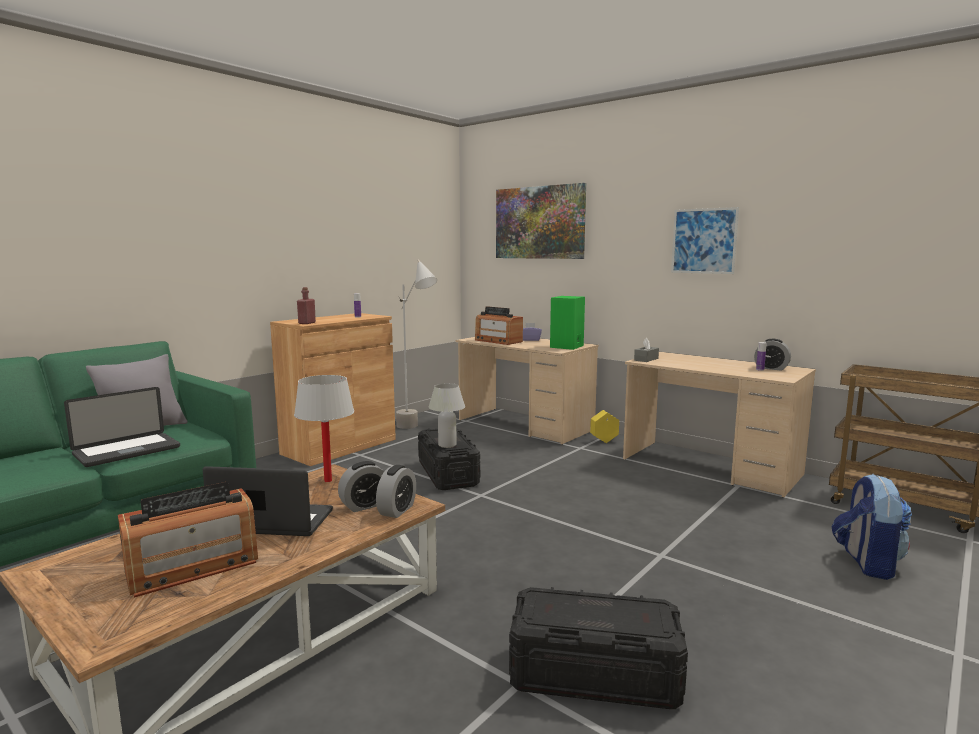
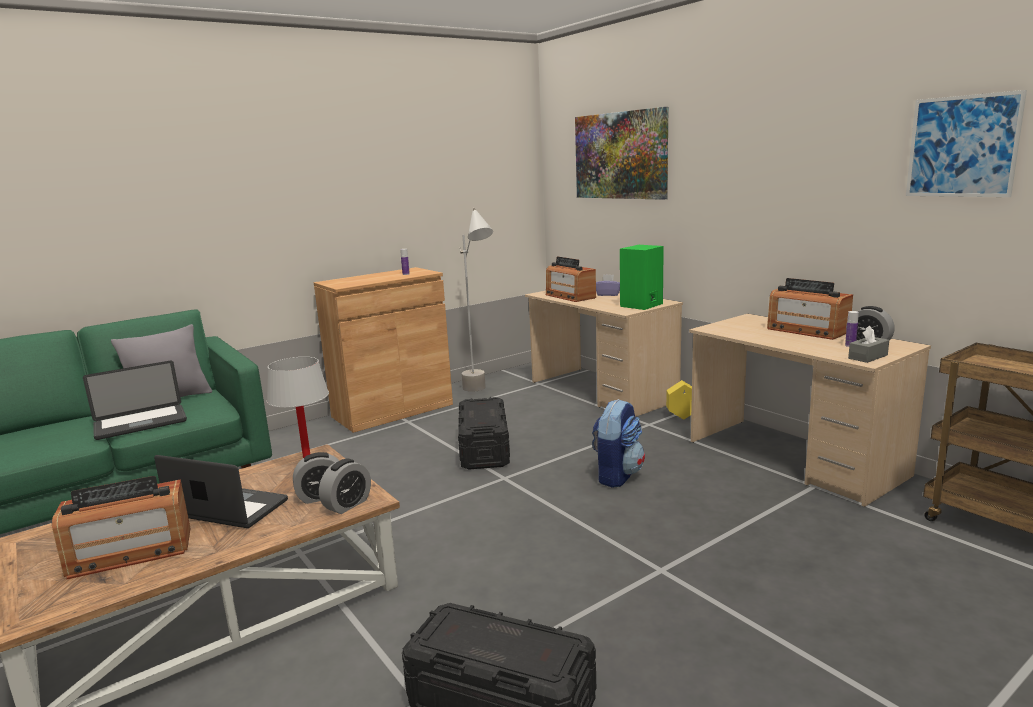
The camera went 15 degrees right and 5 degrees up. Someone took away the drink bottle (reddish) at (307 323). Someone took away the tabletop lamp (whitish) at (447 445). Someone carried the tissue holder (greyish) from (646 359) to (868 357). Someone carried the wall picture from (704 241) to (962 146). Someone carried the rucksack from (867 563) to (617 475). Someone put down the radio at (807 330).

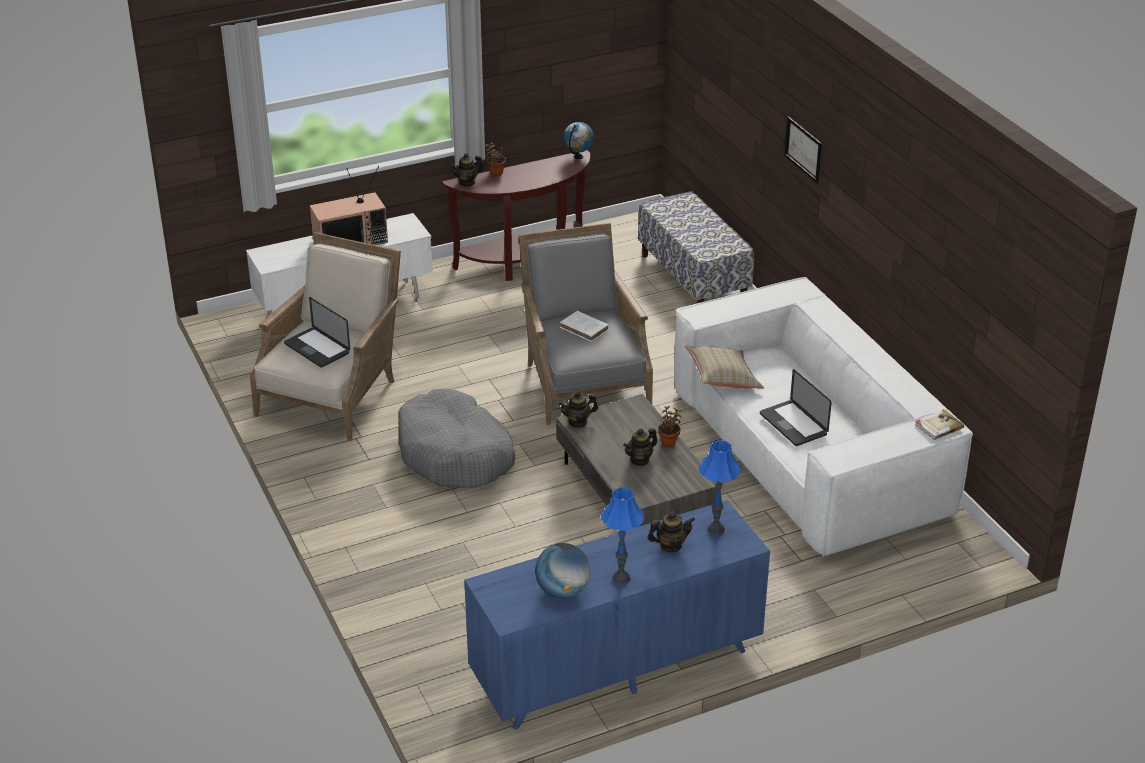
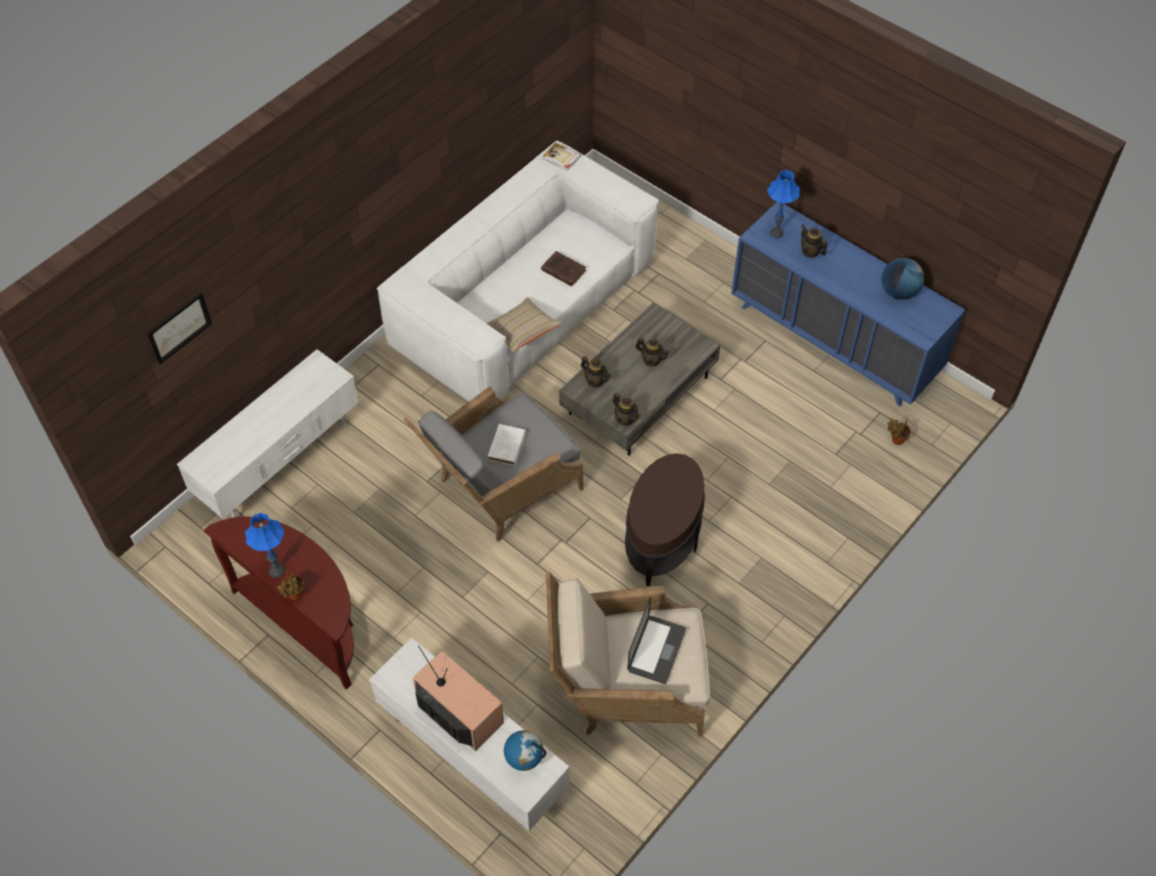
The camera went 115 degrees left and 20 degrees up. Someone swapped the pet bed (greyish) at (455 454) for the side table (brown-coloured) at (662 539). Someone carried the pot for tea from (467 182) to (595 381). Someone carried the world globe from (578 157) to (524 761). Someone carried the tabletop lamp (blue) from (621 578) to (276 570). Someone swapped the indoor bench at (693 278) for the media console (whitish) at (281 464). Someone carried the potted plant from (669 442) to (896 440). Someone swapped the laptop at (793 424) for the volume (brown-coloured) at (562 270). Someone carried the wall picture from (803 149) to (179 328).

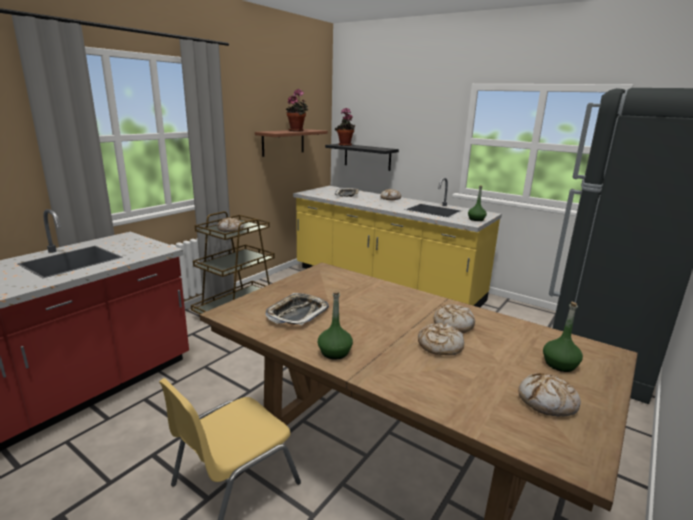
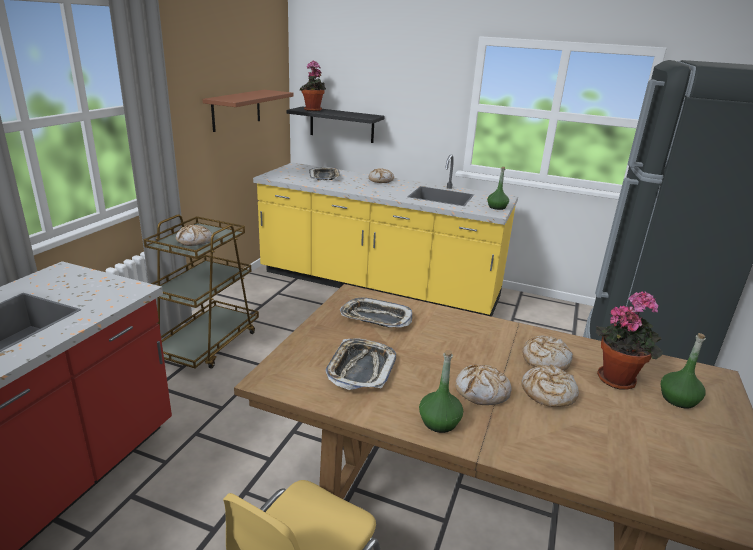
The camera went 15 degrees left and 5 degrees up. Someone carried the potted plant from (297 131) to (618 378). Someone carried the bread from (547 401) to (482 391). Someone put down the tray at (375 318).

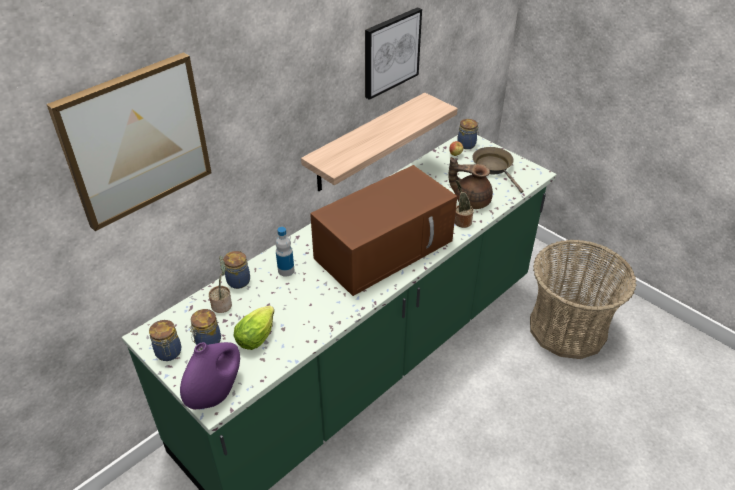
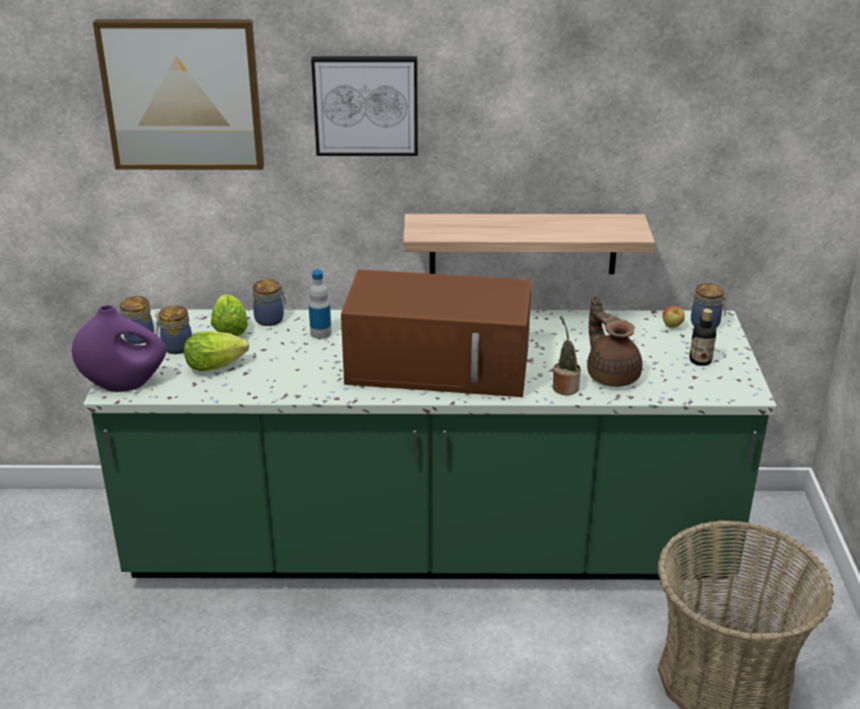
The camera went 45 degrees right and 10 degrees down. Someone swapped the potted plant at (222 304) for the head of lettuce at (229 329). Someone carried the wall picture from (391 52) to (366 105). Someone swapped the frying pan (brown-coloured) at (494 167) for the drink bottle at (700 360).

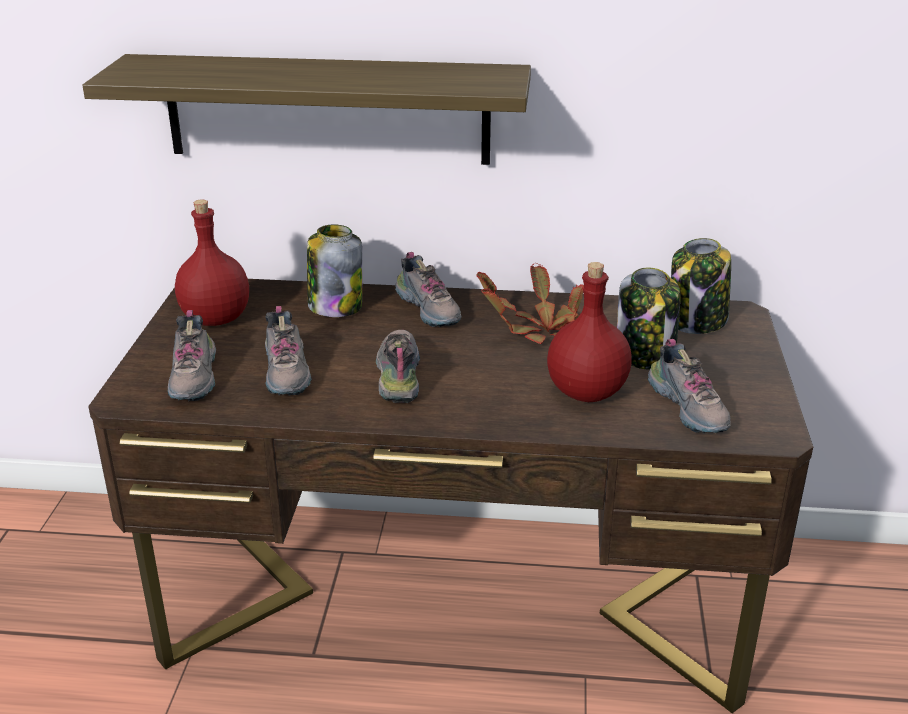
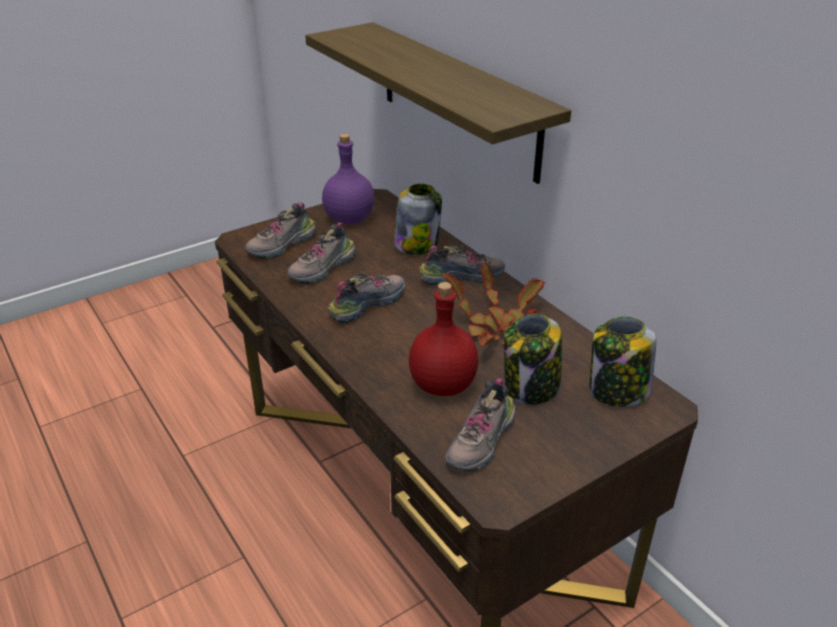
The camera went 50 degrees right and 5 degrees up. Someone repainted the drink bottle (reddish) at (214 319), which became the drink bottle (purplish) at (348 218). Someone rotated the low shoe at (430 309) by 120 degrees counterclockwise.

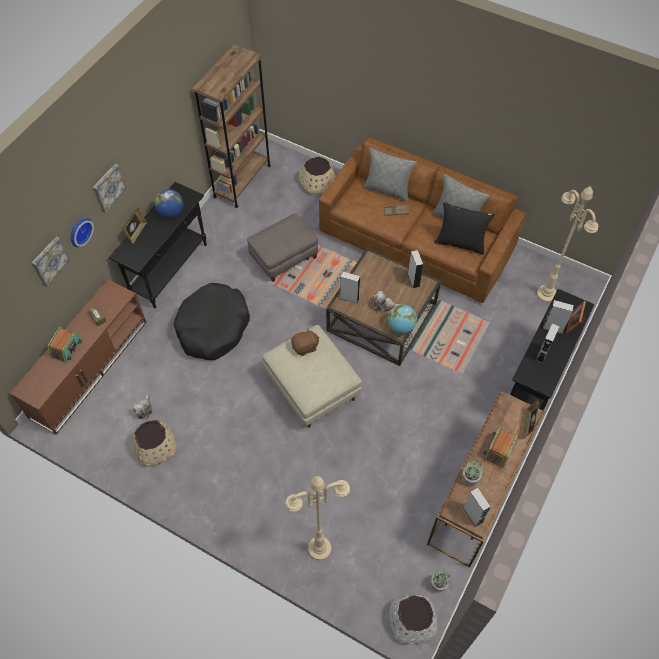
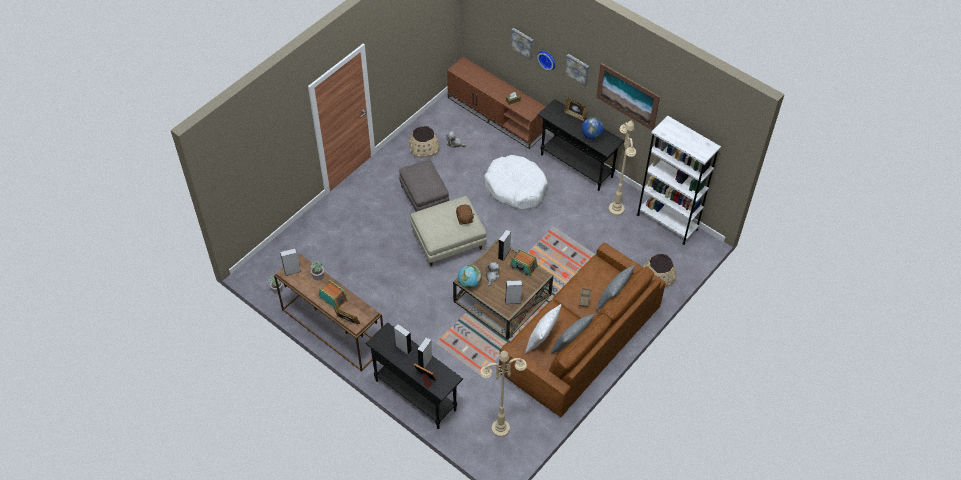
The camera went 100 degrees right and 5 degrees down. Someone carried the radio from (67 348) to (523 266). Someone repainted the pet bed (blackish) at (213 327), which became the pet bed (whitish) at (515 187). Someone repainted the bookcase (brown-coloured) at (242 181), which became the bookcase (whitish) at (667 222). Someone carried the ottoman (greyish) from (284 256) to (424 197). Someone carried the floor lamp (sand-coloured) from (320 548) to (616 209). Someone took away the flower pot (whitish) at (412 620). Someone repainted the cushion (blackish) at (460 242), which became the cushion (whitish) at (542 339). Someone put up the wall picture at (627 96).

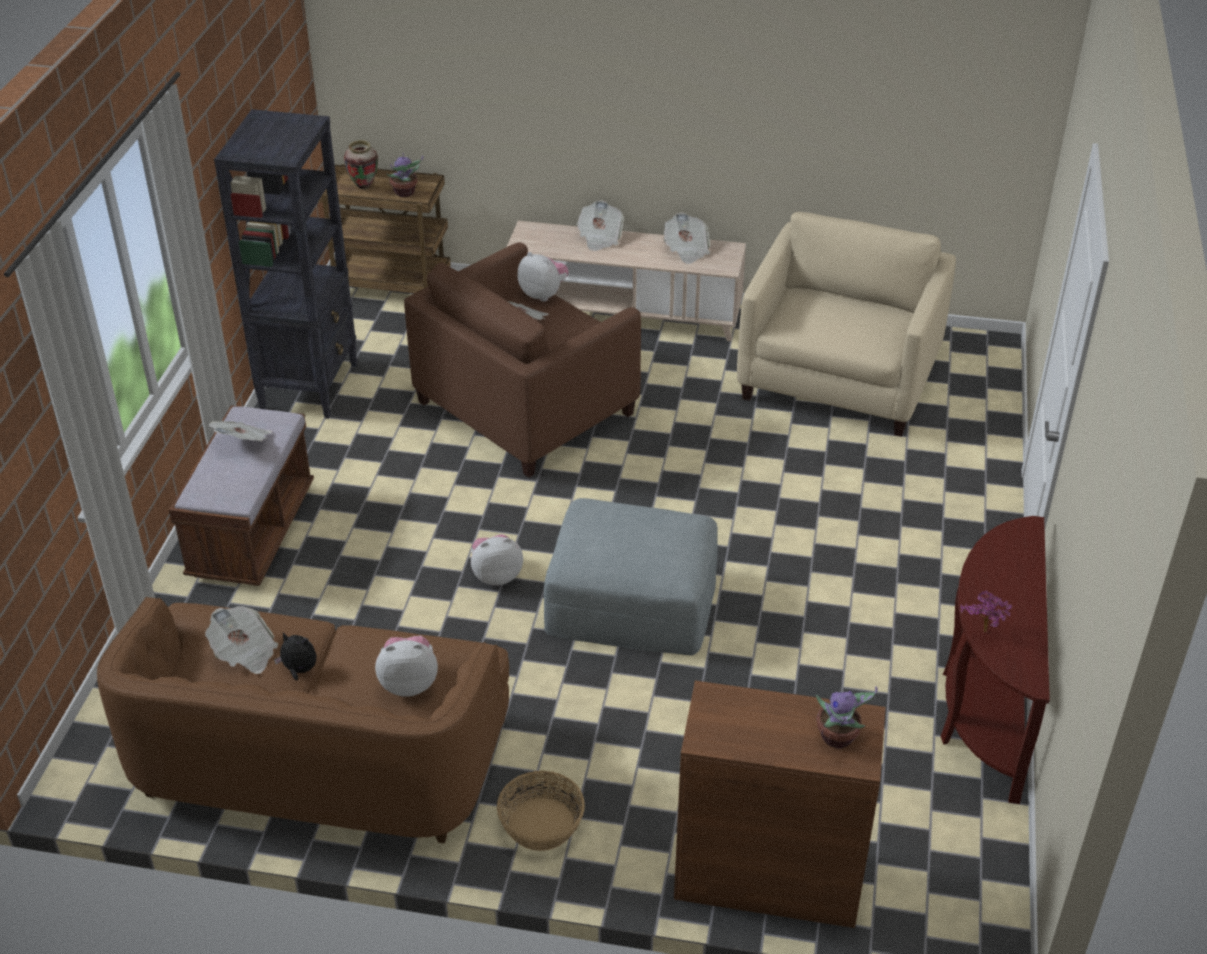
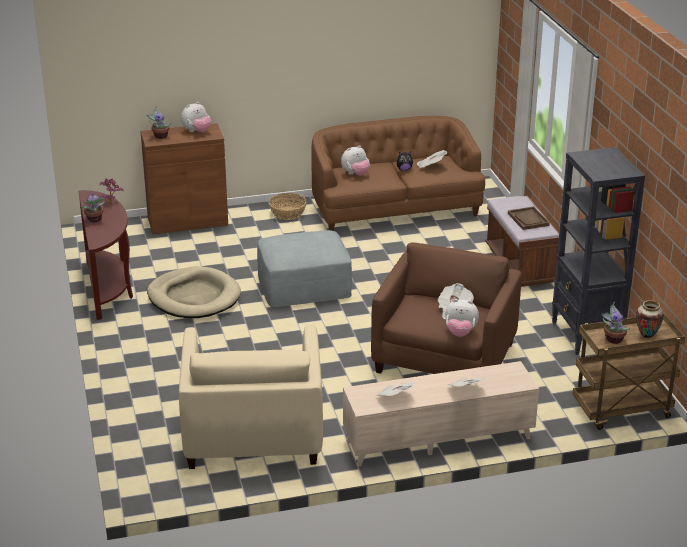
The camera went 155 degrees right and 10 degrees down. Someone swapped the printed paper at (244 442) for the tray (brown-coloured) at (528 219). Someone carried the plush toy from (496 575) to (197 131). Someone put down the potted plant at (94 220). Someone put down the pet bed (sand-coloured) at (194 297).

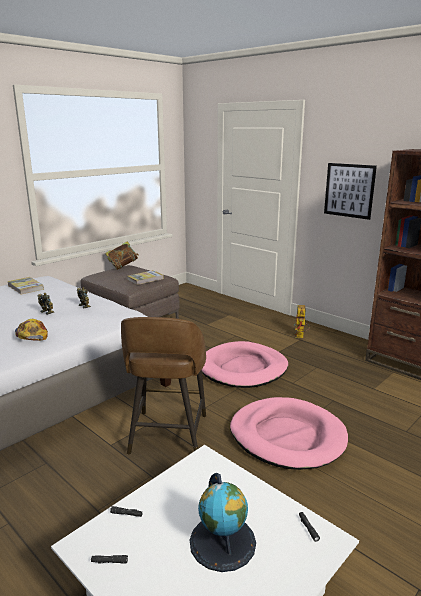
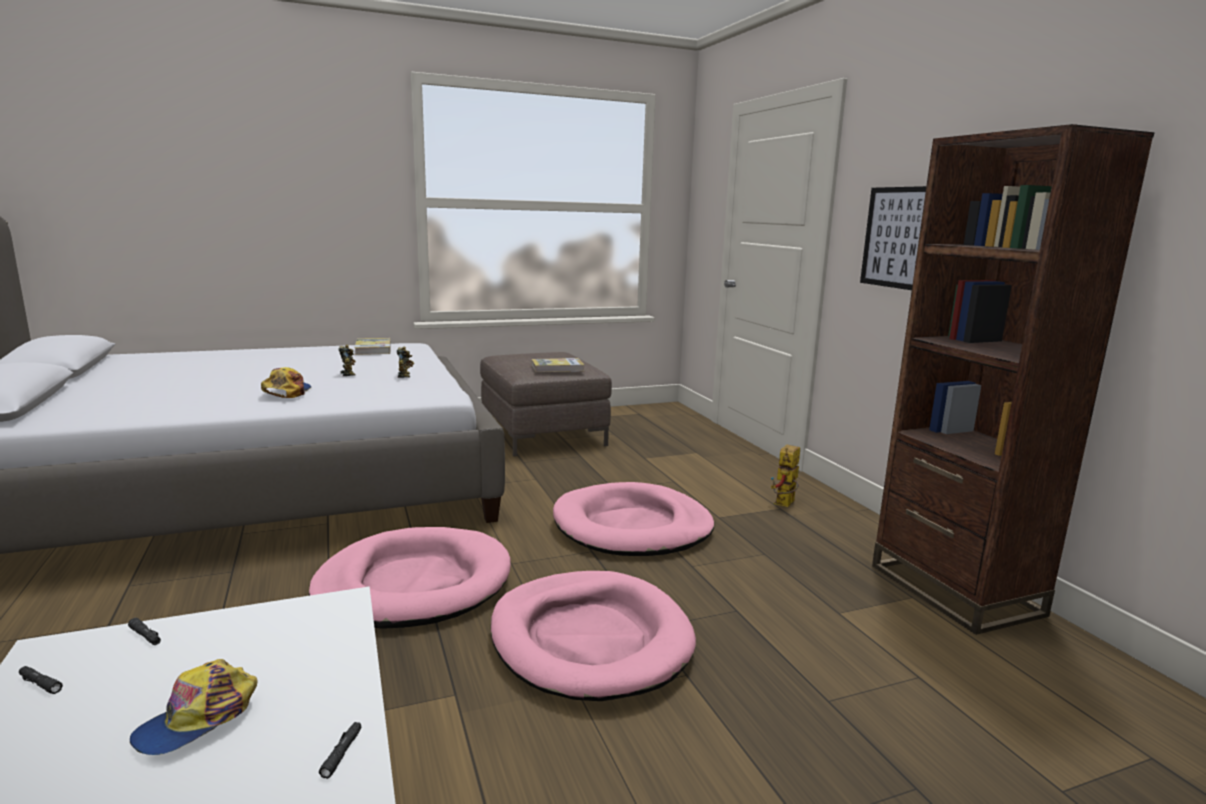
The camera went 25 degrees right and 5 degrees down. Someone took away the volume at (123 266). Someone swapped the stool seat (brown-coloured) at (167 435) for the pet bed (pinkish) at (414 584). Someone swapped the world globe at (223 542) for the baseball cap at (199 719).

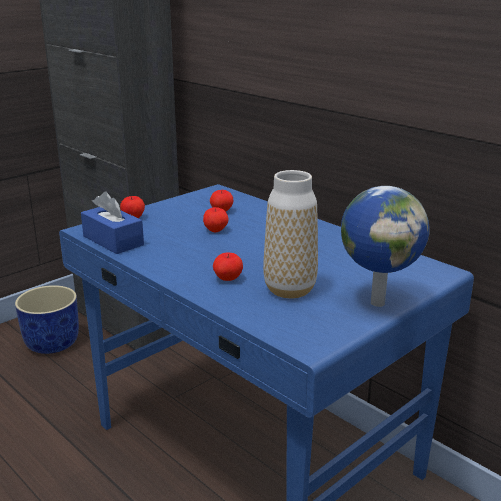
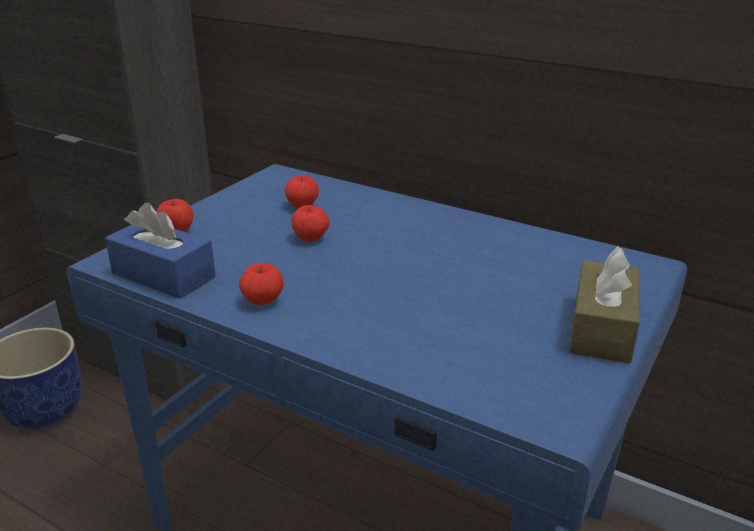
The camera went 15 degrees left and 5 degrees up. Someone carried the apple from (227 279) to (262 301). Someone took away the vase at (289 289). Someone swapped the world globe at (377 302) for the tissue holder (brown-coloured) at (601 328).

